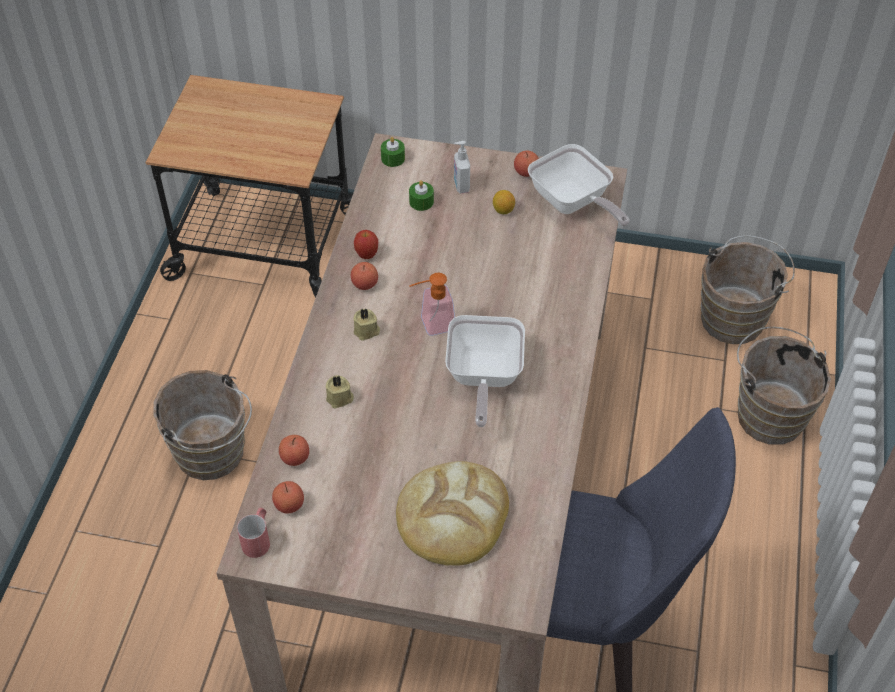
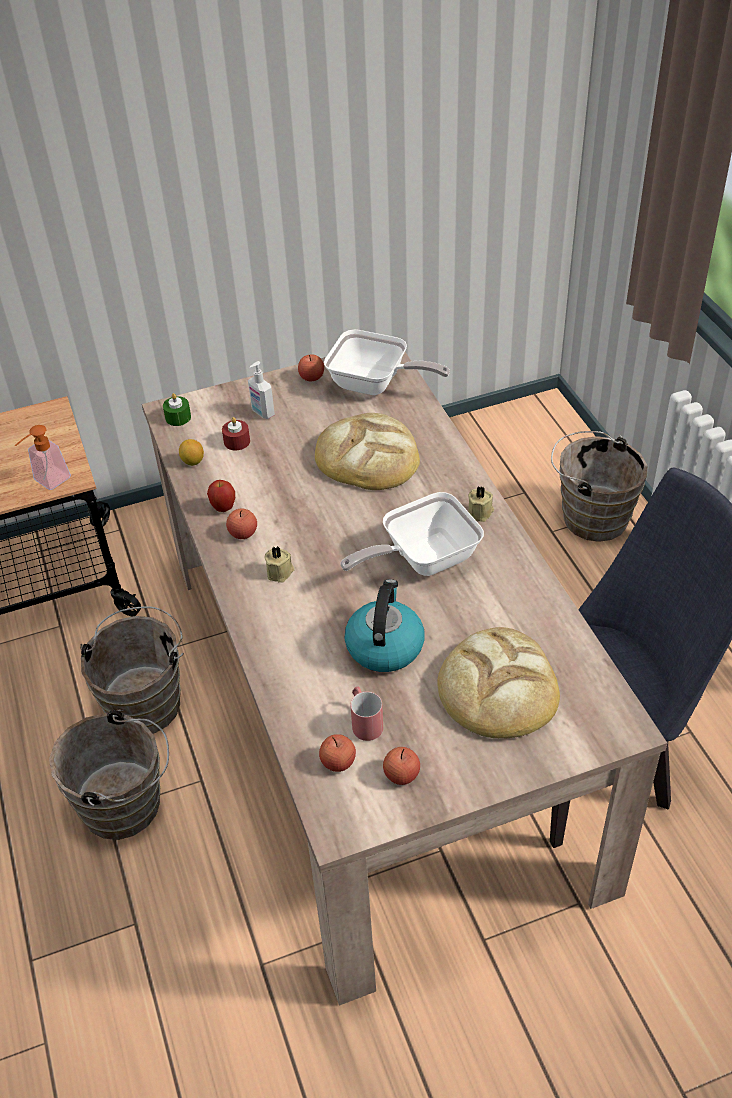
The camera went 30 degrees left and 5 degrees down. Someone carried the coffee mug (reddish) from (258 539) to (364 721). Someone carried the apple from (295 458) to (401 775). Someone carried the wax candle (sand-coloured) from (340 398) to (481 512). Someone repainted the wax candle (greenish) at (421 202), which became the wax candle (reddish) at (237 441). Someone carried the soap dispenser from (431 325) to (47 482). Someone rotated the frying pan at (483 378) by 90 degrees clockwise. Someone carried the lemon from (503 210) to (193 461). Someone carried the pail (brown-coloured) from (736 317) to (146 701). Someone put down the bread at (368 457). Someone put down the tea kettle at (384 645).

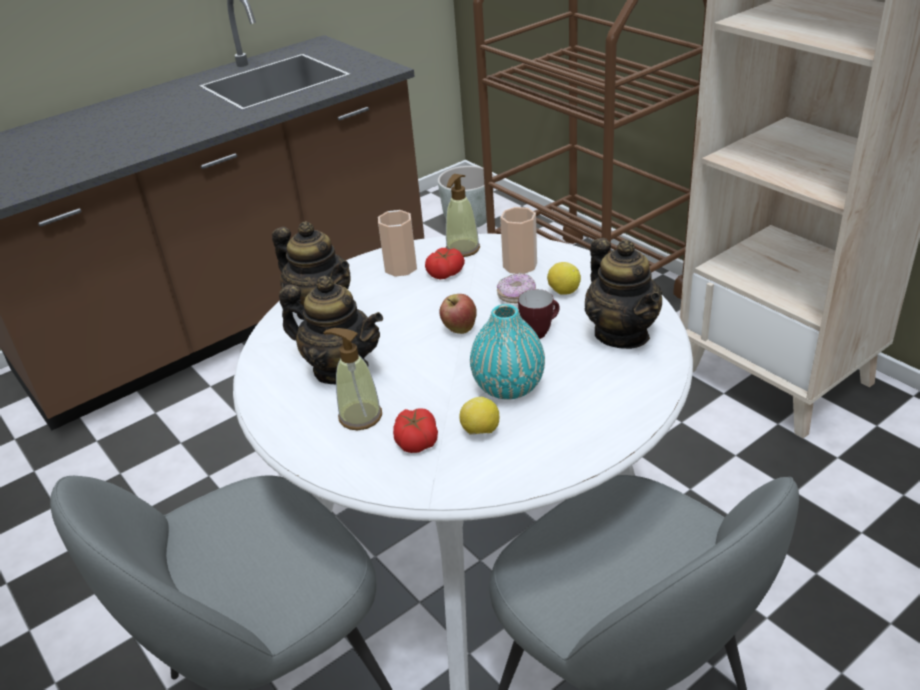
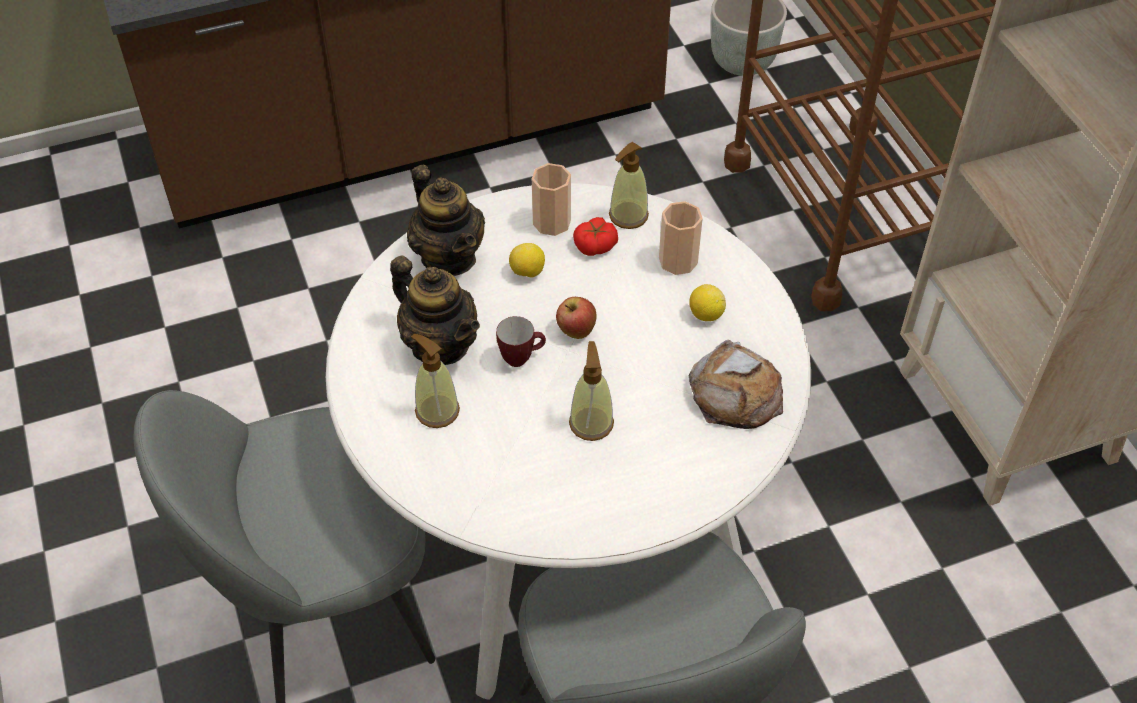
The camera went 15 degrees right and 15 degrees up. Someone took away the fresh tomato at (416 440). Someone carried the lemon from (480 431) to (527 272). Someone swapped the vase (turquoise) at (508 387) for the soap dispenser at (591 423). Someone took away the donut at (517 297). Someone carried the coffee mug from (540 332) to (521 358). Someone swapped the pot for tea at (622 334) for the bread at (736 393).

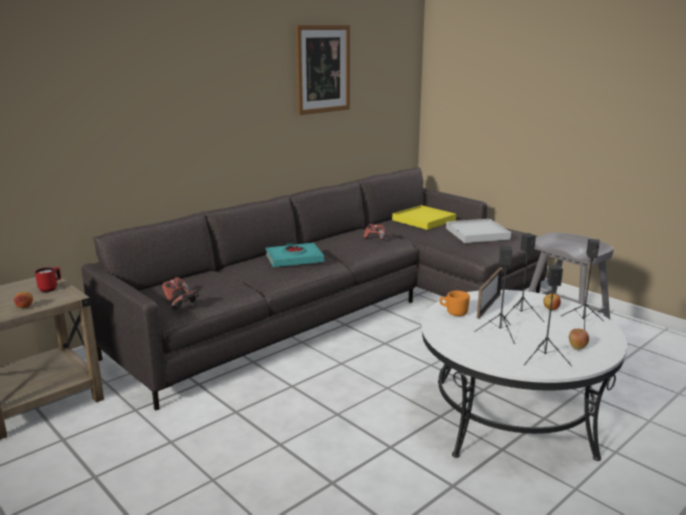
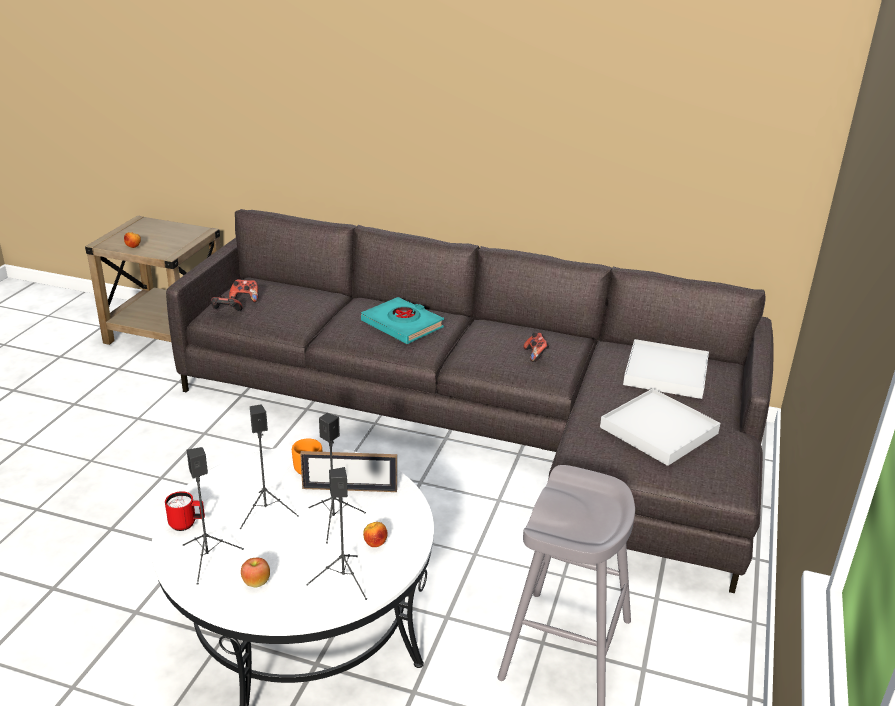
The camera went 60 degrees right and 10 degrees up. Someone carried the coffee mug (reddish) from (50 288) to (187 524). Someone took away the wall picture at (323 69). Someone repainted the tray (yellow) at (424 220), which became the tray (whitish) at (665 373).

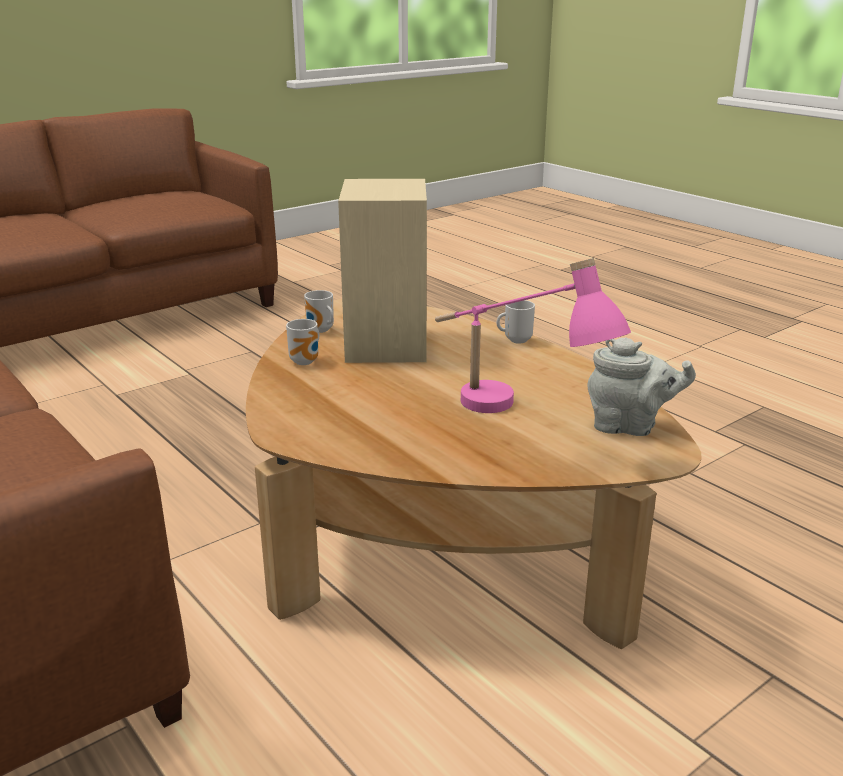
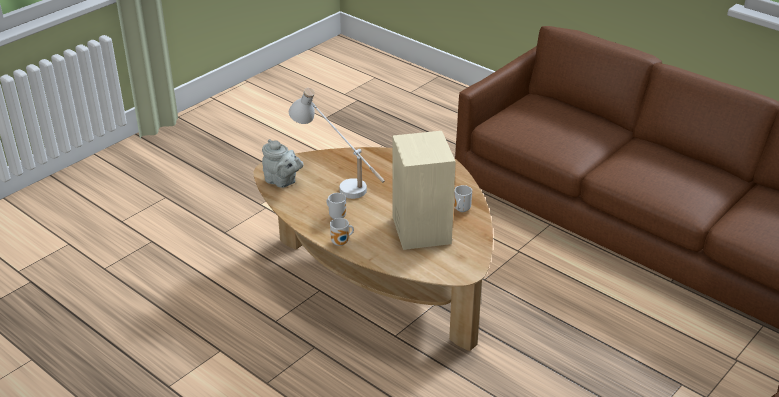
The camera went 170 degrees right and 10 degrees up. Someone carried the coffee mug from (320 331) to (337 216). Someone repainted the tabletop lamp (pinkish) at (513 416), which became the tabletop lamp (whitish) at (338 182). Someone rotated the pot for tea (greyish) at (630 427) by 150 degrees counterclockwise.

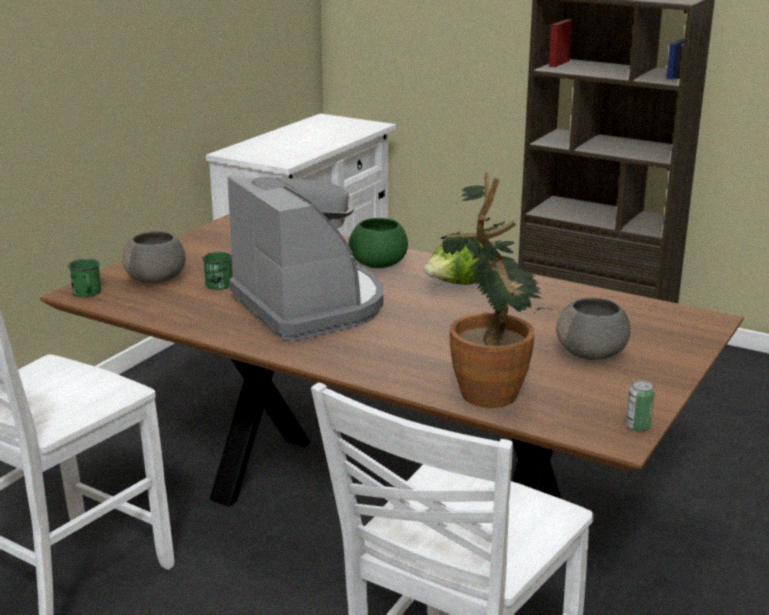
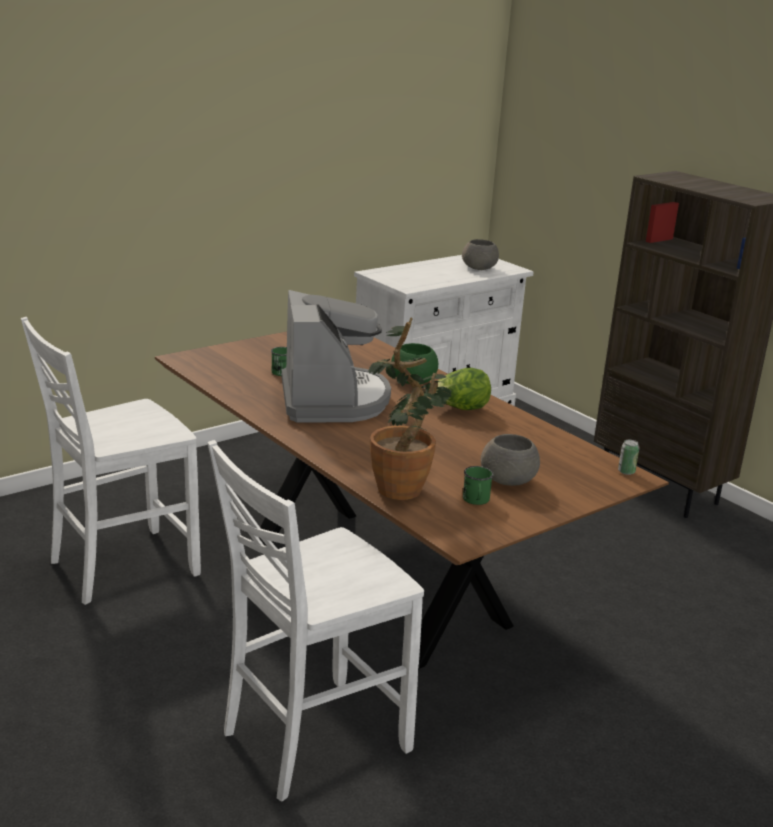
The camera went 20 degrees right and 0 degrees up. Someone carried the coffee mug (greenish) from (87 294) to (476 501). Someone carried the serving bowl (greyish) from (157 279) to (479 268). Someone carried the can from (638 426) to (626 471).

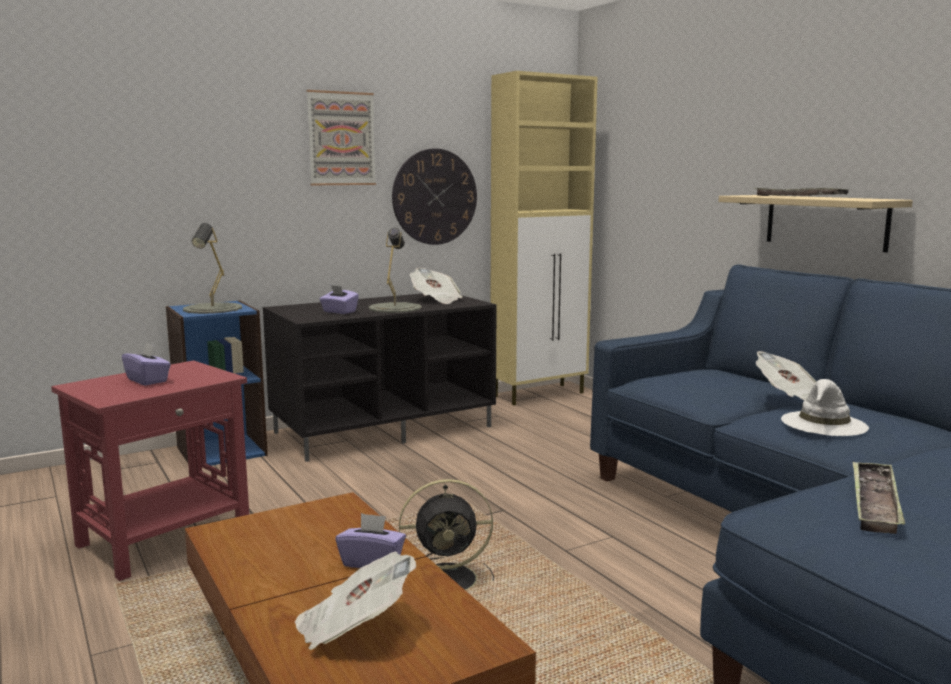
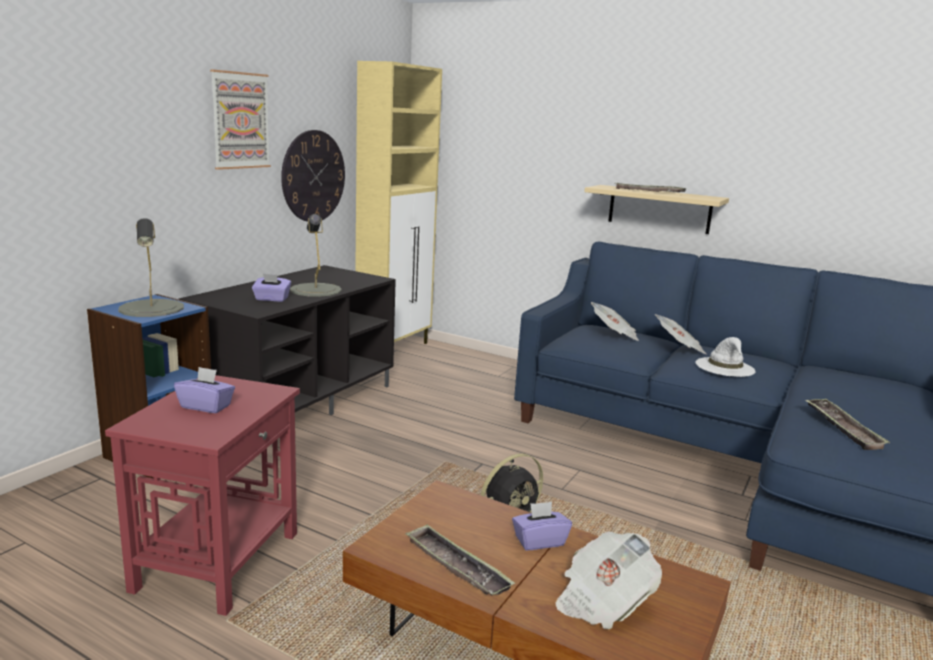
The camera went 30 degrees left and 5 degrees up. Someone carried the printed paper from (436 300) to (614 335). Someone put down the tray at (456 566).

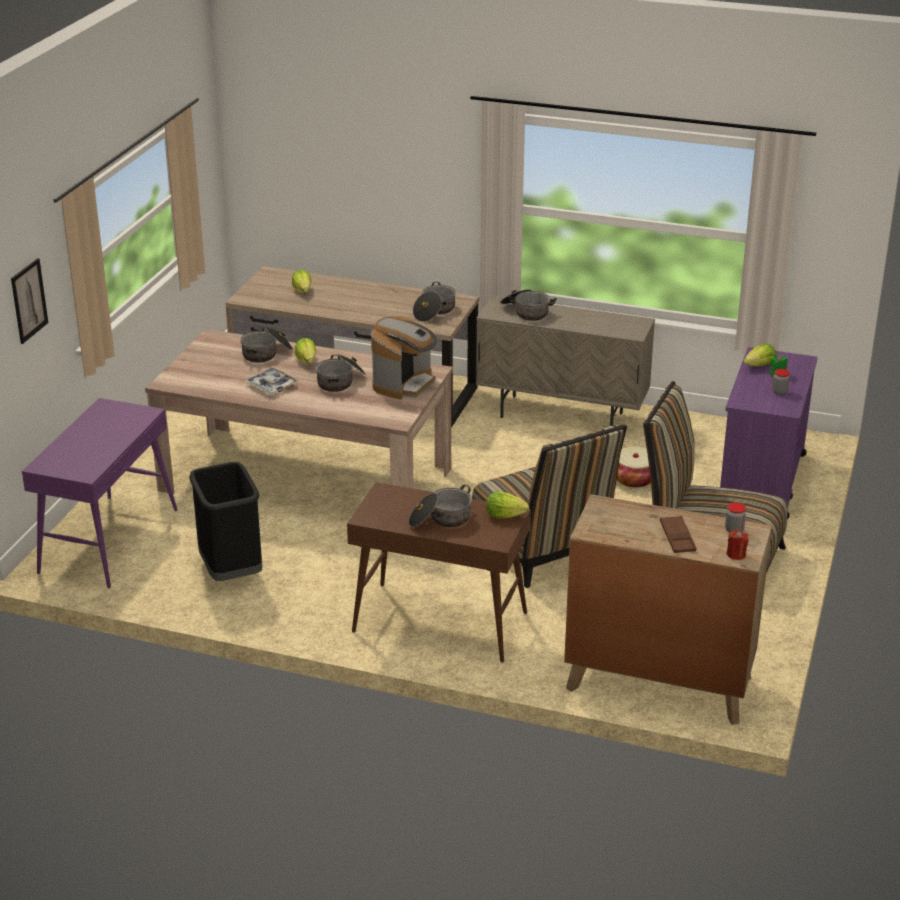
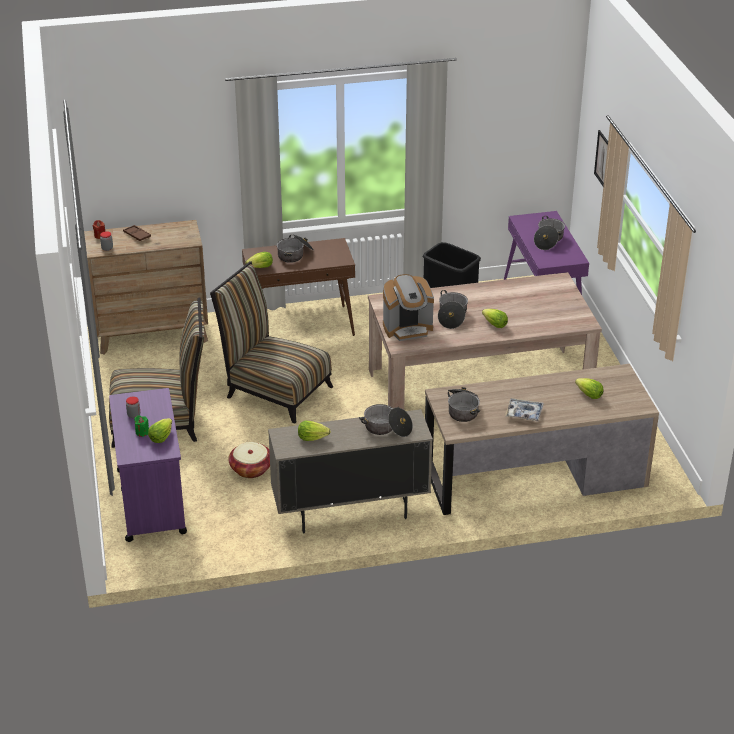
The camera went 150 degrees right and 5 degrees up. Someone carried the cooking pot from (267 353) to (548 240). Someone carried the tray from (272 385) to (524 413). Someone rotated the coffee maker at (404 384) by 105 degrees counterclockwise. Someone put down the head of lettuce at (312 438).

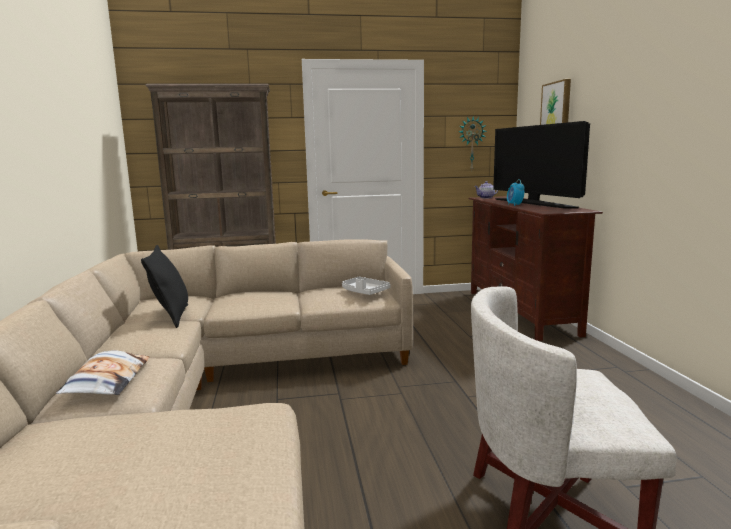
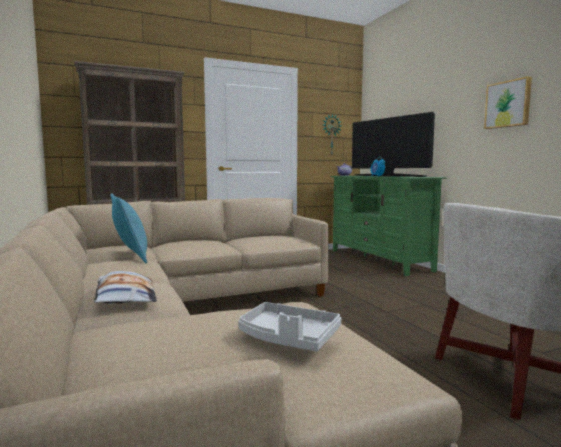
The camera went 15 degrees left and 5 degrees down. Someone repainted the cushion (blackish) at (171 317), which became the cushion (turquoise) at (131 257). Someone carried the tray (greyish) from (364 292) to (288 338). Someone repainted the media console (brown-coloured) at (521 312), which became the media console (greenish) at (379 260). Someone carried the wall picture from (557 105) to (508 104).

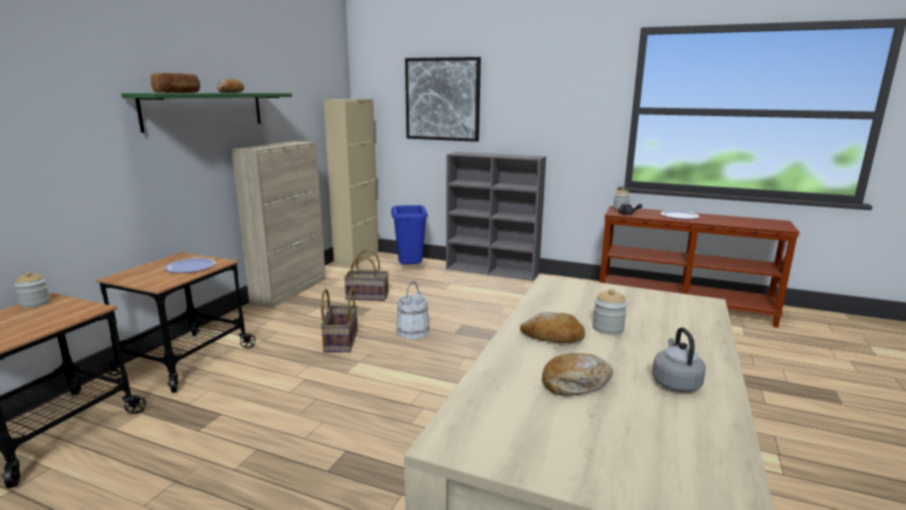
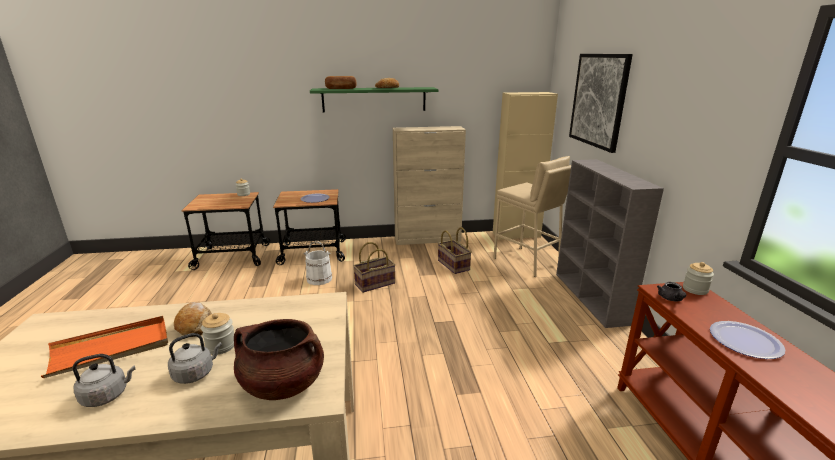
The camera went 60 degrees right and 5 degrees up. Someone swapped the rubbish bin (blue) at (410 270) for the stool seat (sand-coloured) at (526 261). Someone carried the pail (whitish) from (412 331) to (319 279). Someone swapped the bread at (576 383) for the tray (orange) at (111 349). Someone put down the tea kettle (greyish) at (196 373). Someone put down the cooking pot (brown-coloured) at (282 384).

